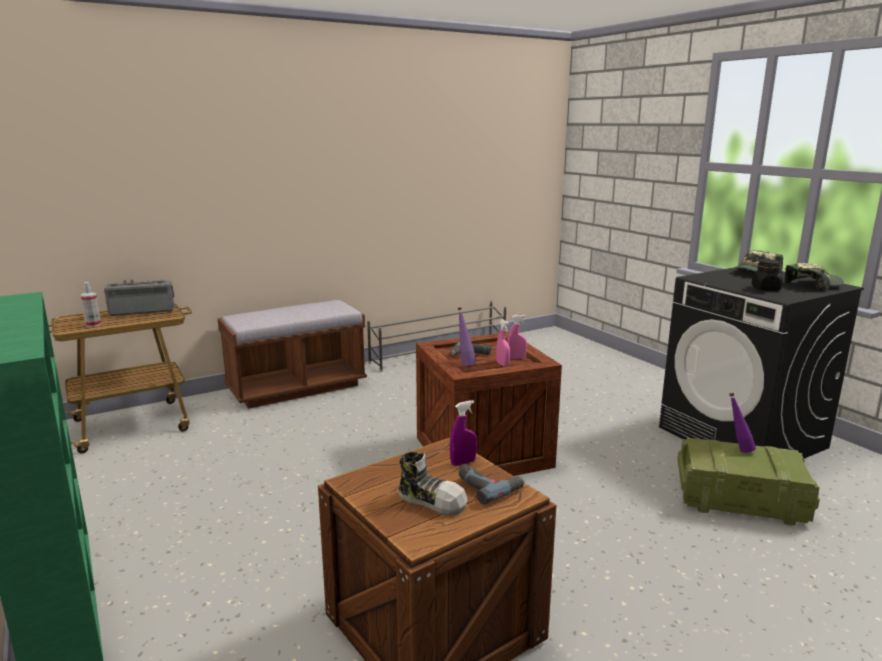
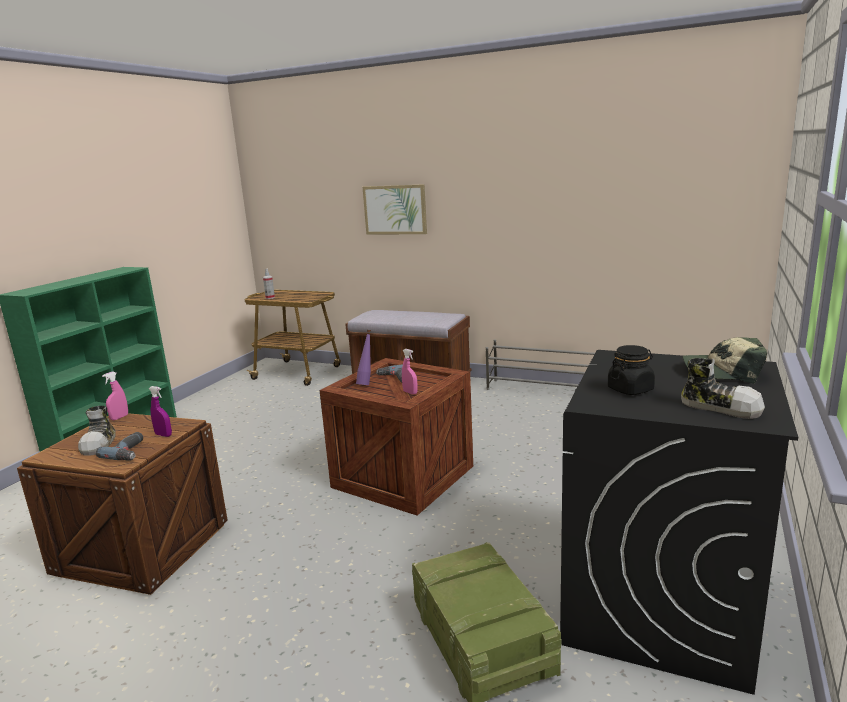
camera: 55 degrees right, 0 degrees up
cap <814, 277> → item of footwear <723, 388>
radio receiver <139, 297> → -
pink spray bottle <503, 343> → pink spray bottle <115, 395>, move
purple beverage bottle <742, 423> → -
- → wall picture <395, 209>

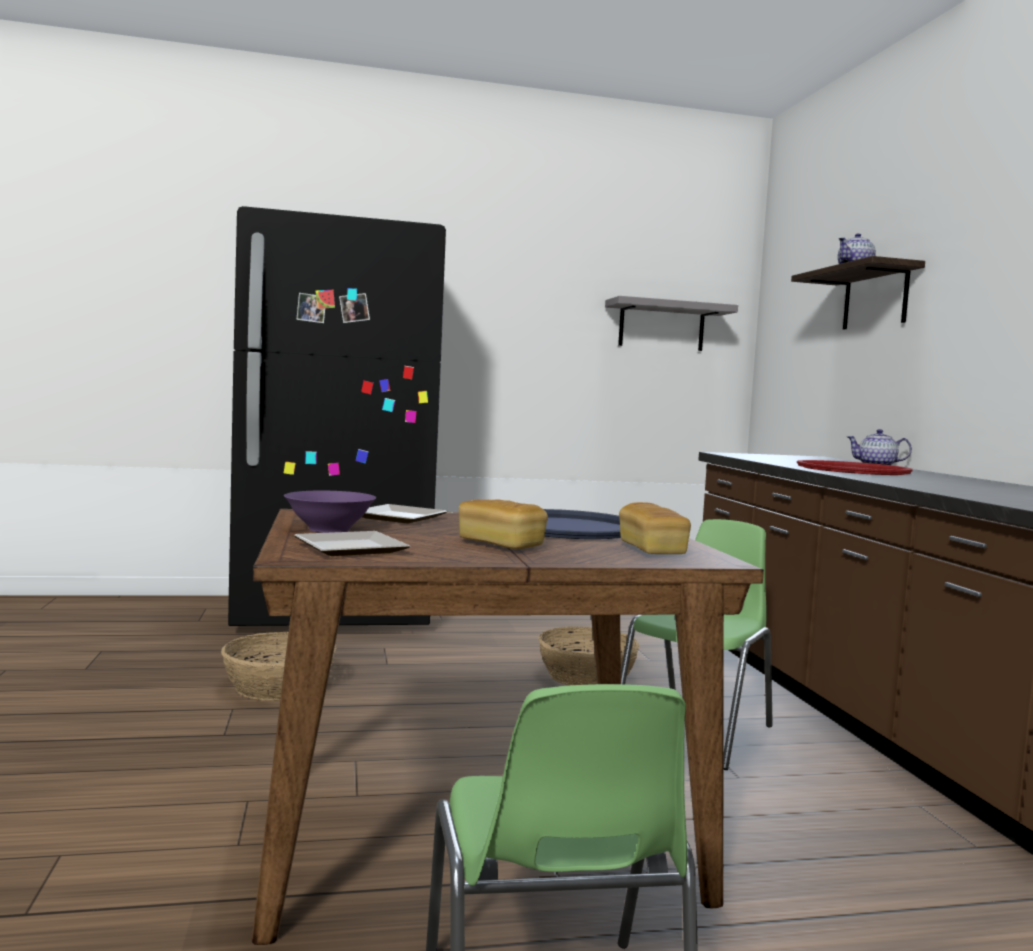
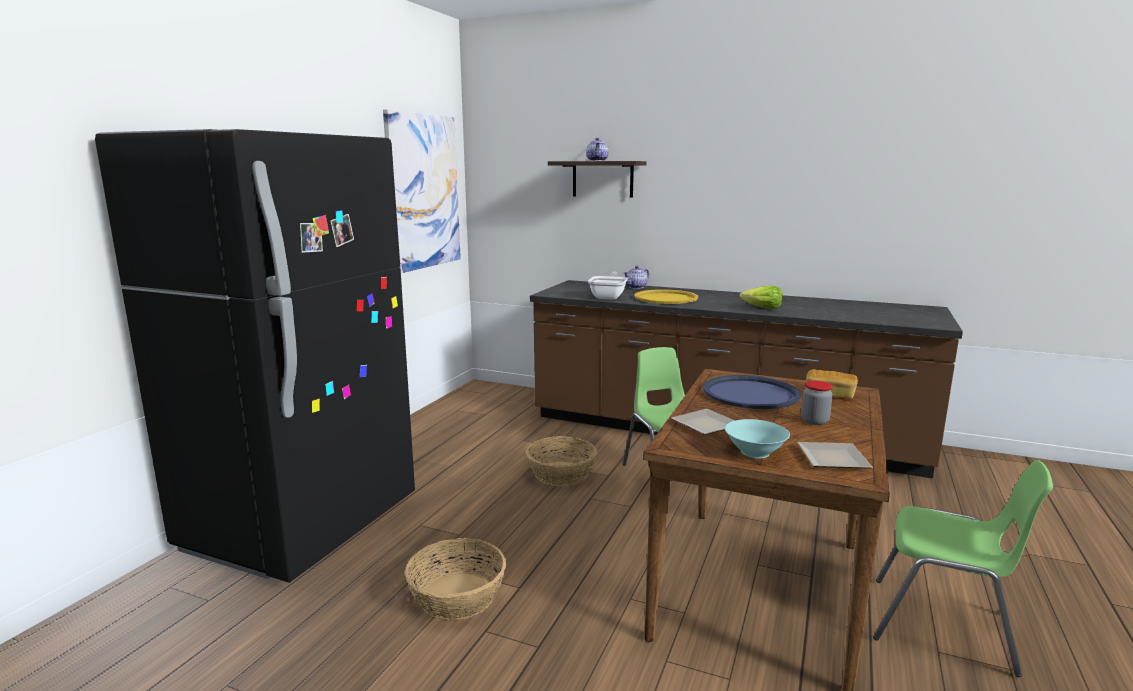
camera: 55 degrees left, 10 degrees up
gray shelf <671, 323> → wall picture <422, 191>
red-coloured tray <855, 467> → yellow-coloured tray <666, 296>
purple serving bowl <330, 512> → turquoise serving bowl <757, 438>
bakery bread <503, 524> → storage jar <817, 403>
- → frying pan <608, 286>
- → lettuce head <761, 297>

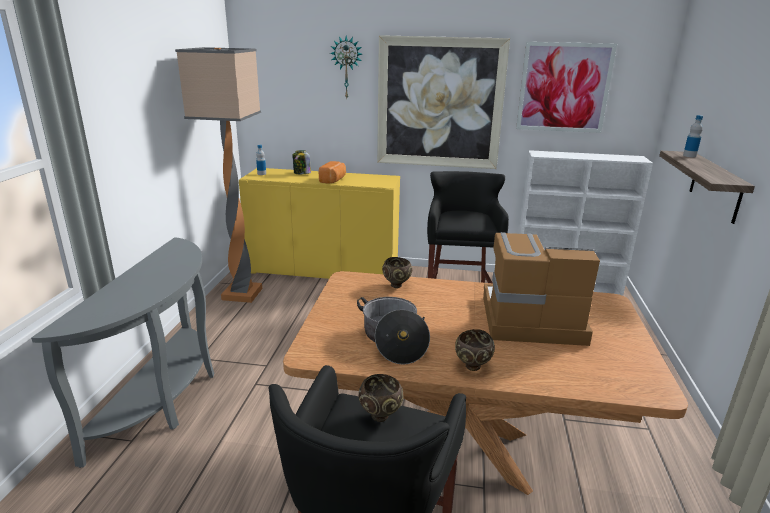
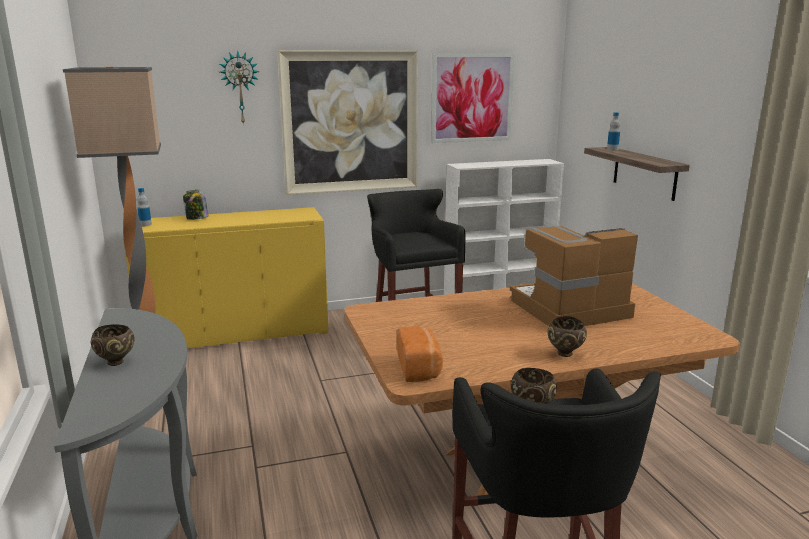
camera: 25 degrees left, 5 degrees down
bakery bread <332, 172> → bakery bread <420, 354>, move
brownish serving bowl <397, 272> → brownish serving bowl <113, 345>, move
cooking pot <393, 331> → -

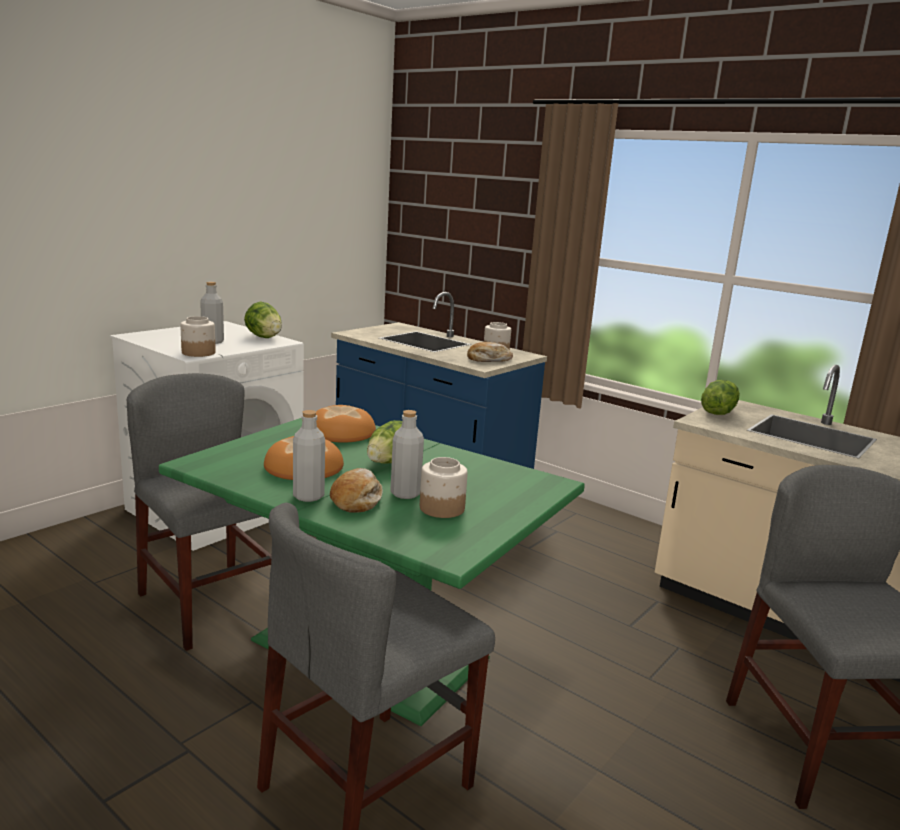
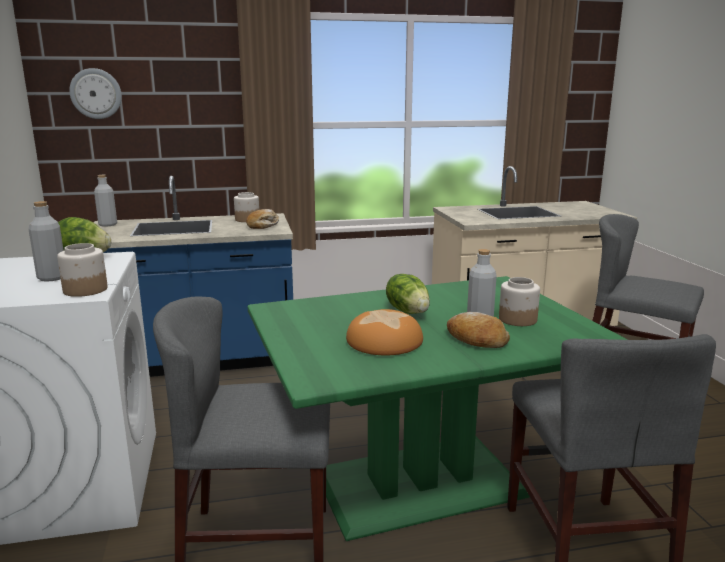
camera: 50 degrees left, 0 degrees up
lettuce head <720, 397> → -
bakery bread <346, 424> → -
gray beverage bottle <309, 456> → gray beverage bottle <105, 201>, move
- → clock on the wall <95, 93>

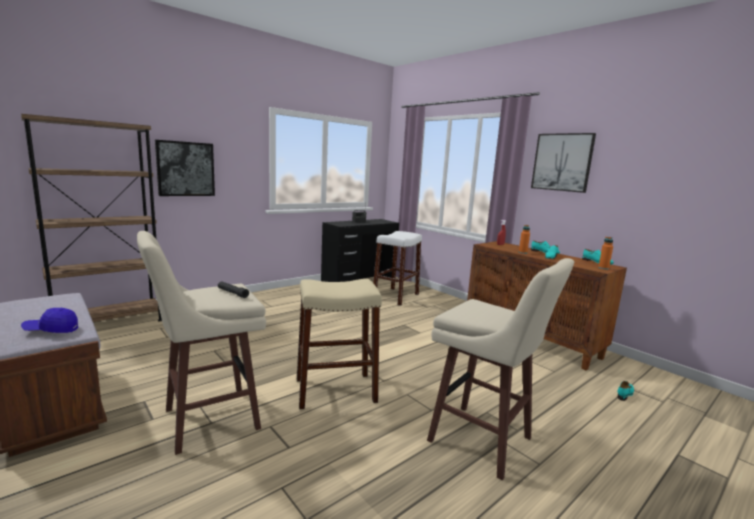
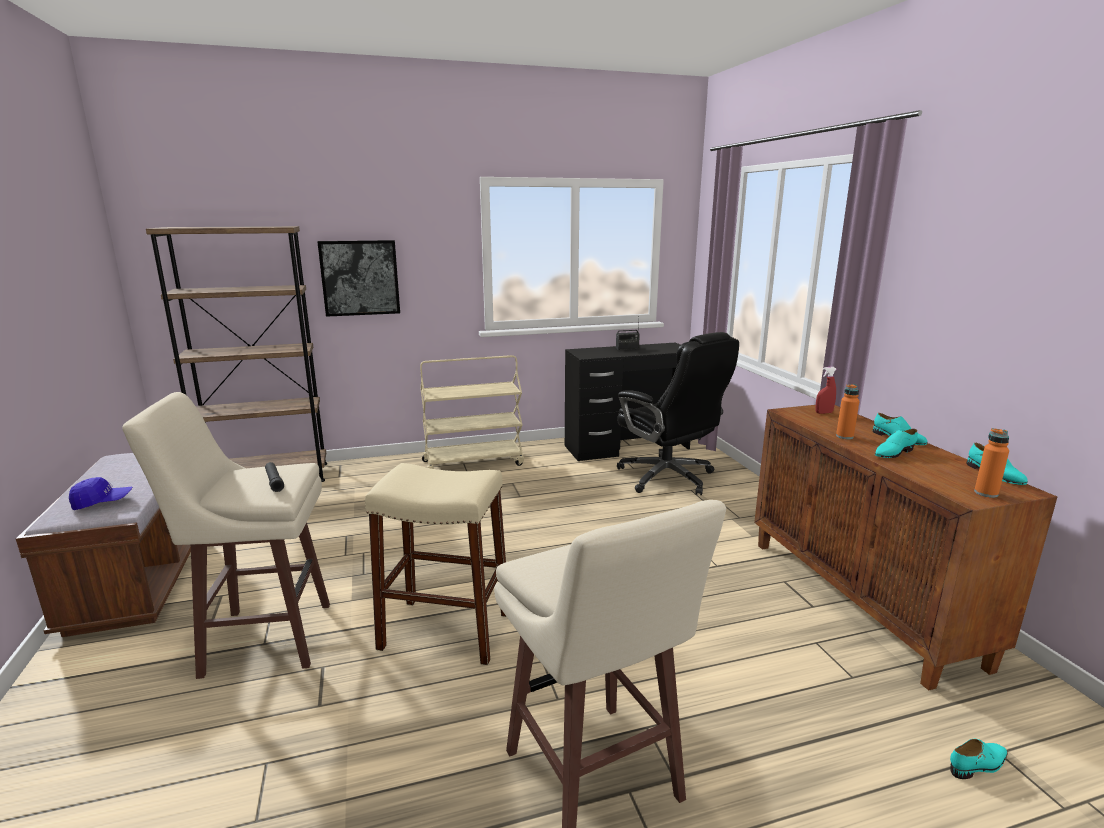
camera: 25 degrees right, 5 degrees up
wall picture <563, 163> → -
white-coloured stool <397, 268> → black computer chair <678, 413>
bluish cap <49, 320> → bluish cap <100, 493>, 150 degrees clockwise
- → sand-coloured cart <472, 412>

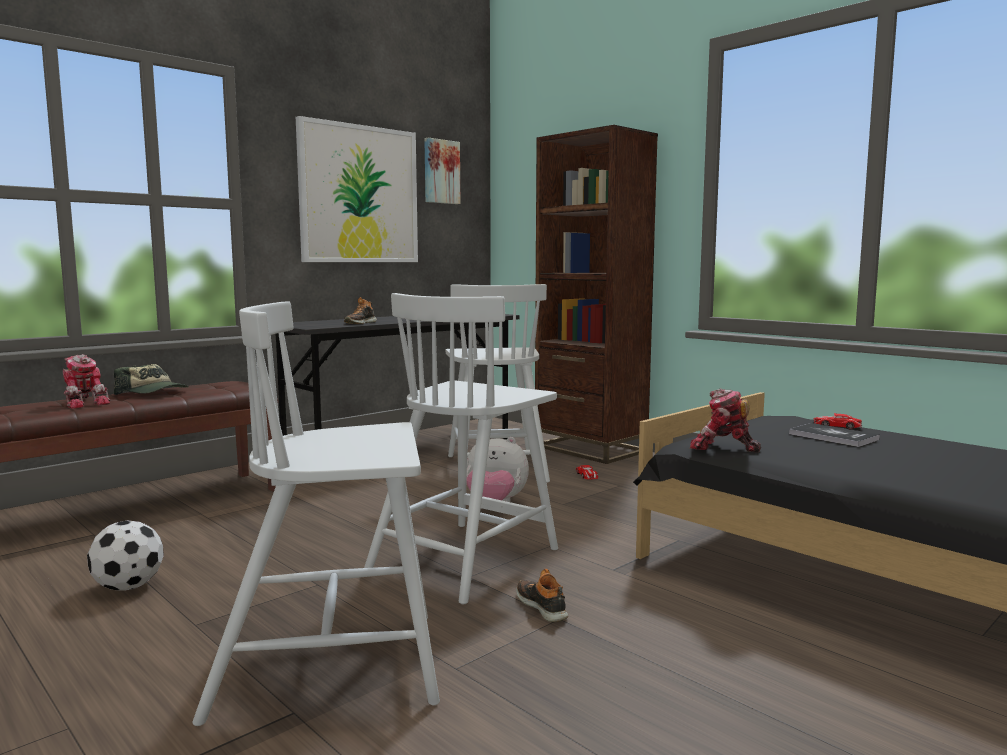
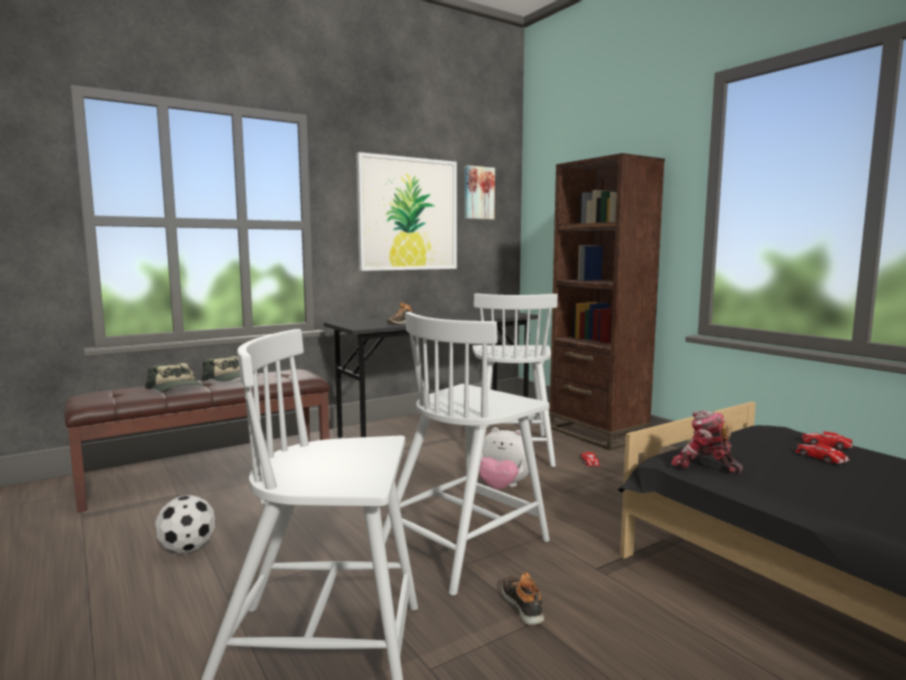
camera: 10 degrees right, 0 degrees up
model robot <87, 381> → cap <175, 377>
volume <834, 435> → miniature car <822, 454>

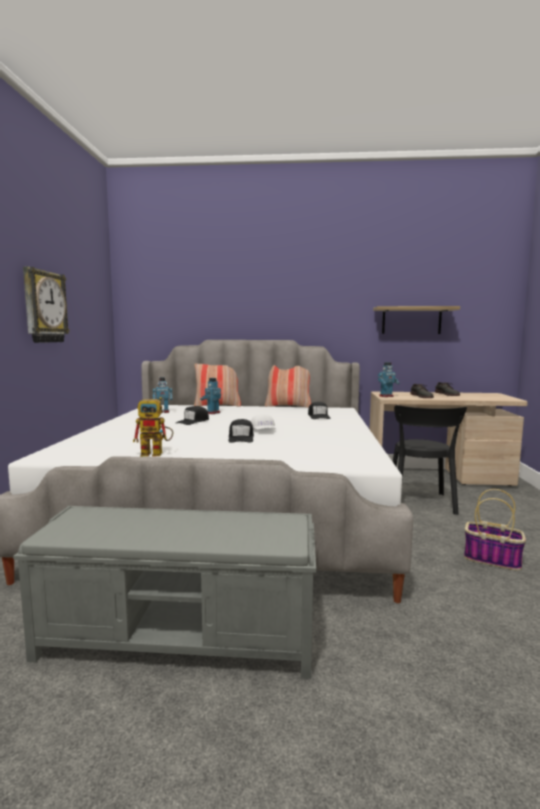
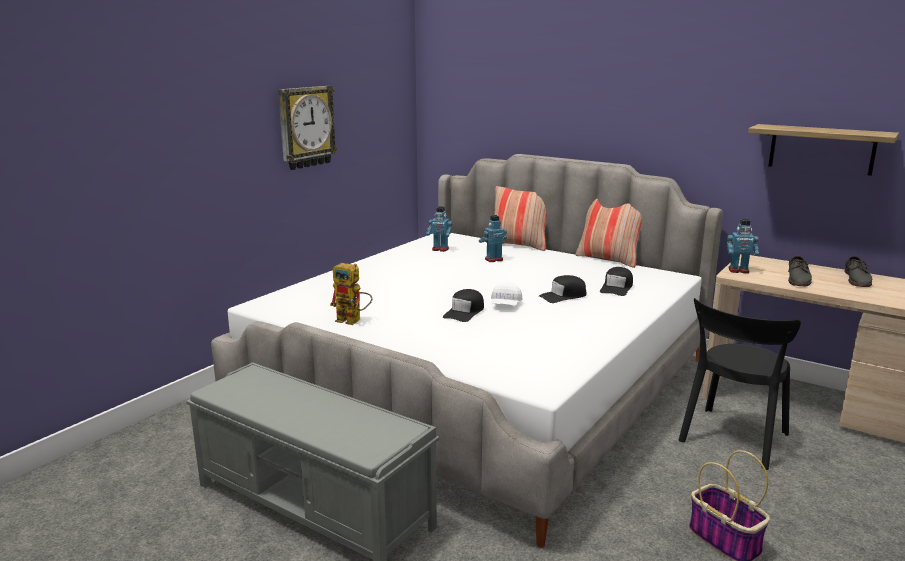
camera: 30 degrees right, 10 degrees up
black cap <192, 415> → black cap <563, 289>, move

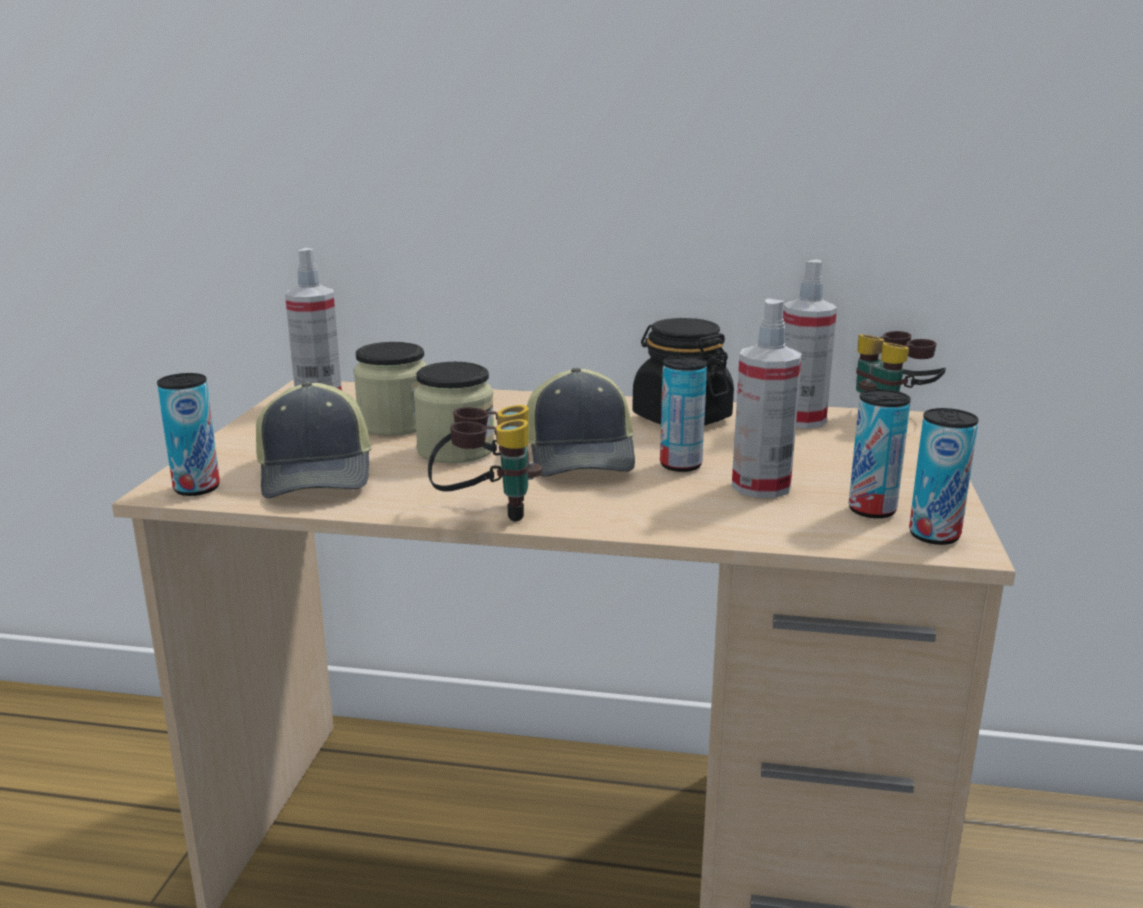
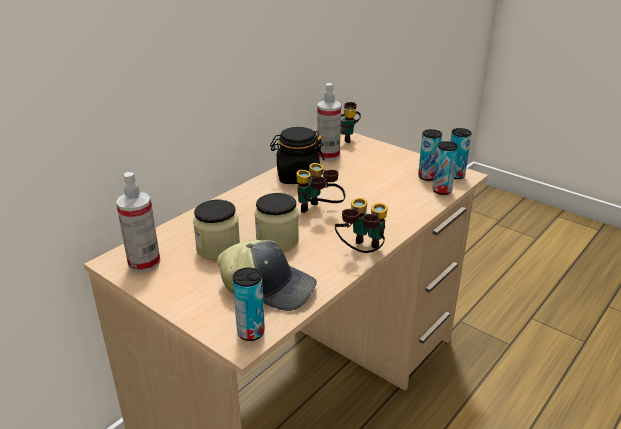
camera: 60 degrees left, 10 degrees up
spray bottle <767, 398> → -
can <683, 414> → can <445, 168>, move
cap <581, 422> → binoculars <321, 188>

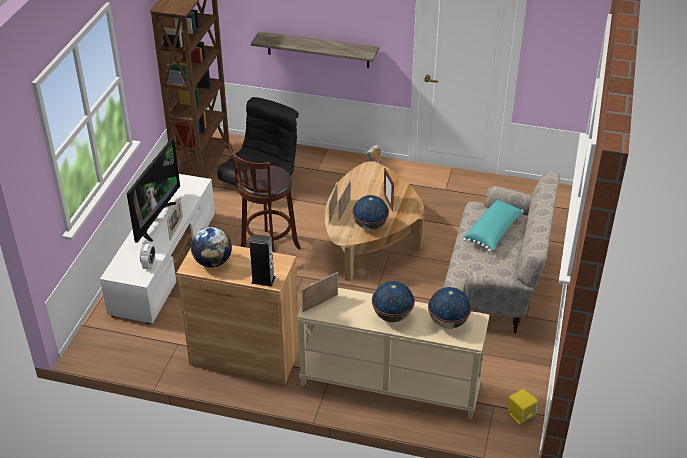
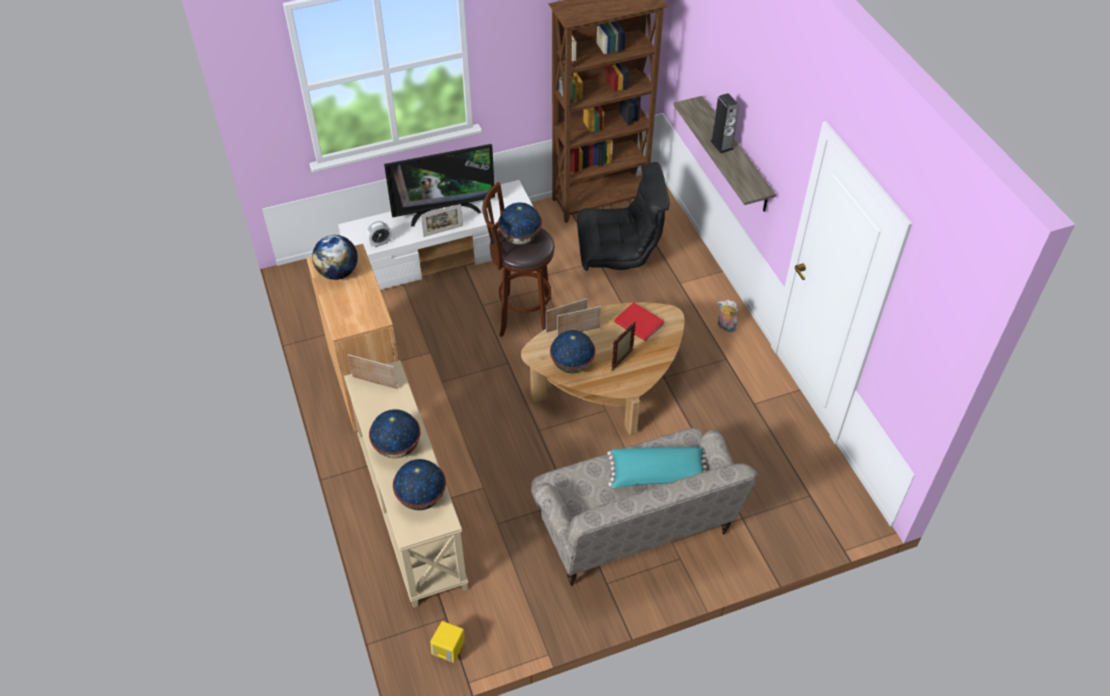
camera: 55 degrees right, 10 degrees up
speaker <262, 260> → speaker <724, 123>, move
- → desk globe <520, 223>
- → red-coloured volume <639, 321>

